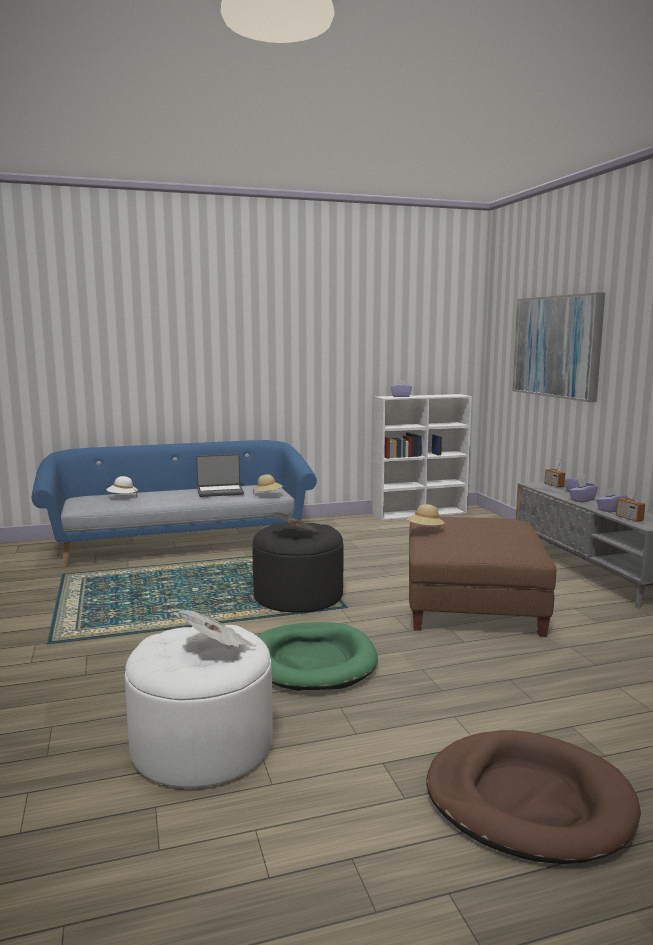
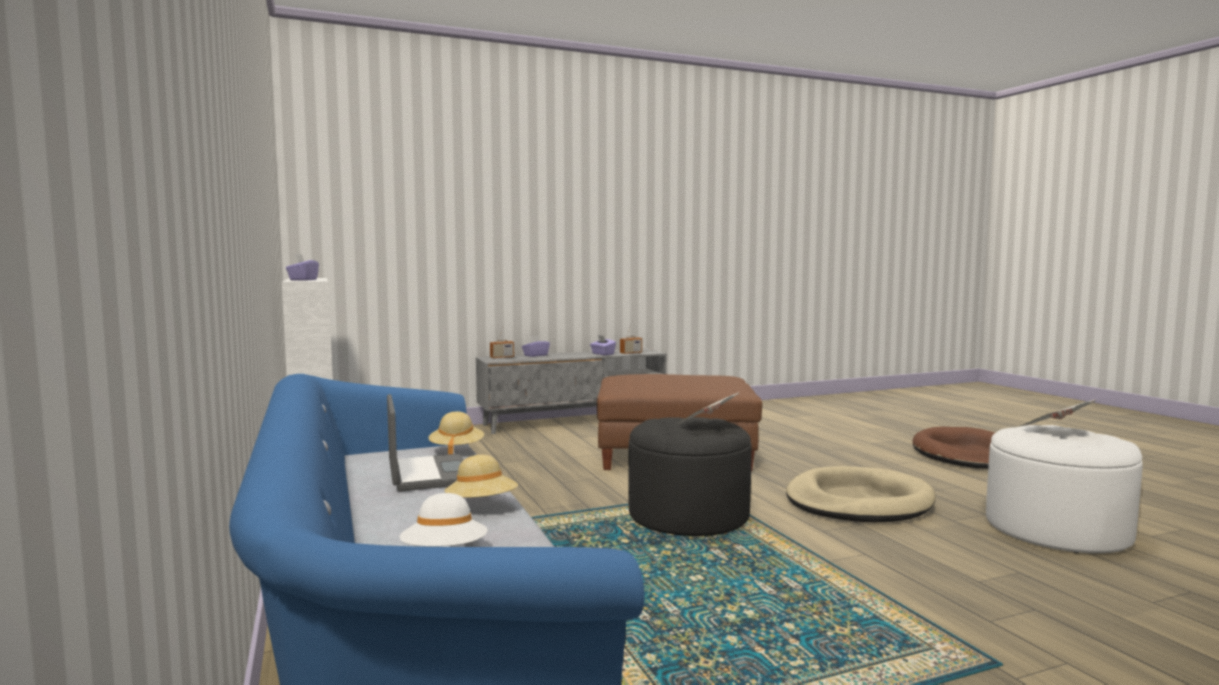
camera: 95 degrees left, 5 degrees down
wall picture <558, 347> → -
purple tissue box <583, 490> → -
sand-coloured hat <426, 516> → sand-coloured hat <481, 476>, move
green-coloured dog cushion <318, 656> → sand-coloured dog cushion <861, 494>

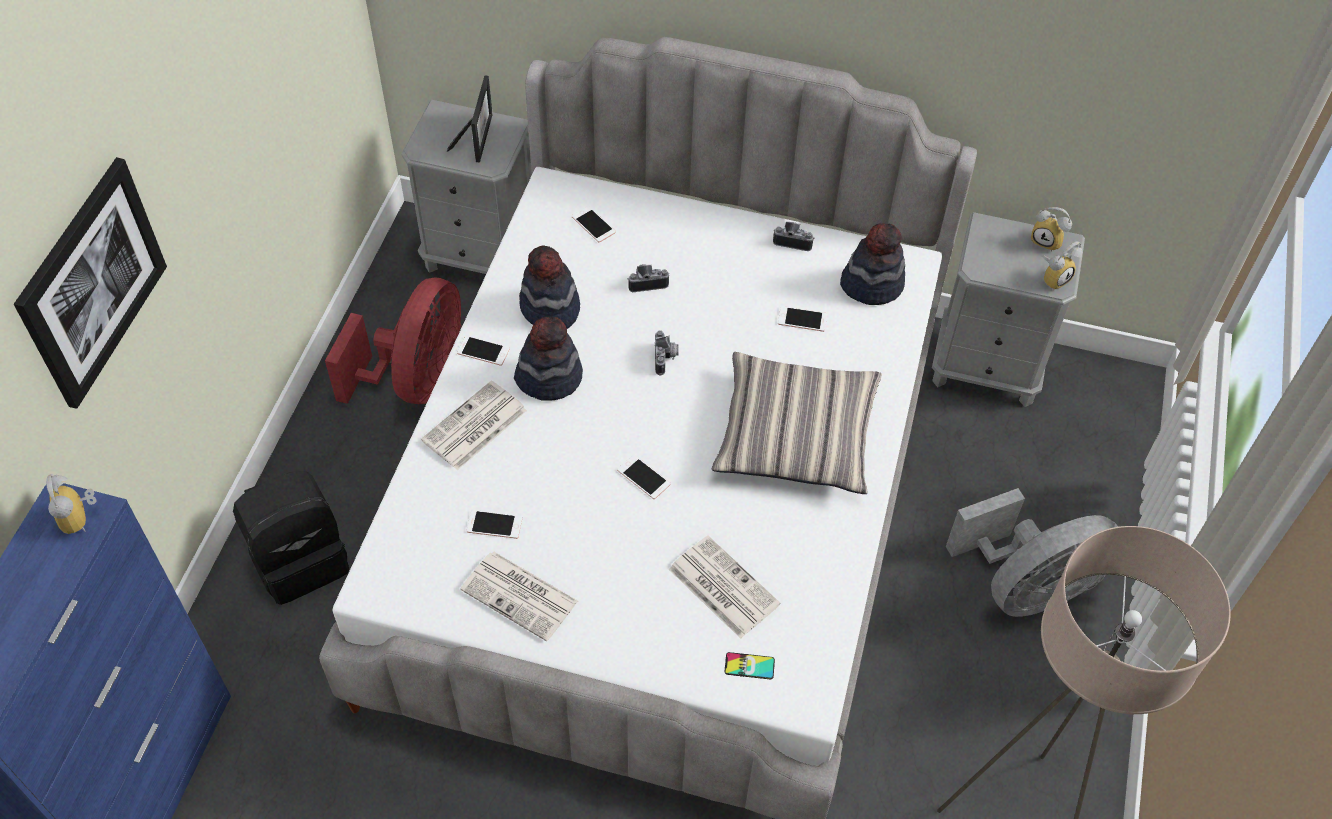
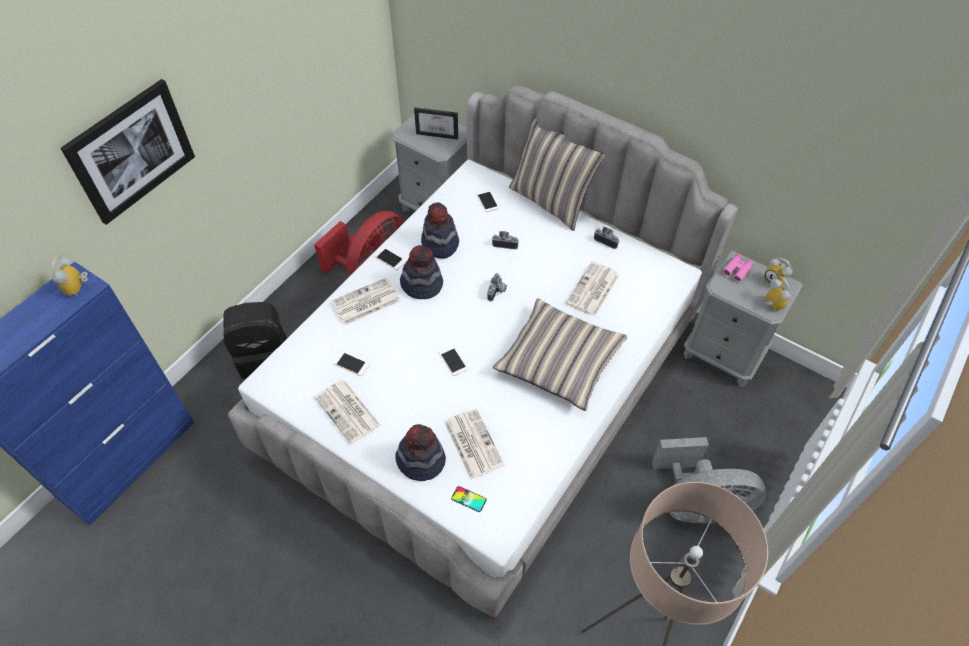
camera: 20 degrees right, 0 degrees up
photo frame <470, 118> → photo frame <436, 123>, 75 degrees clockwise
hat <872, 264> → hat <420, 452>, move
table clock <1063, 265> → table clock <778, 293>, 105 degrees counterclockwise
phone <802, 319> → newspaper <592, 289>
- → cushion <557, 175>
- → pink binoculars <738, 268>

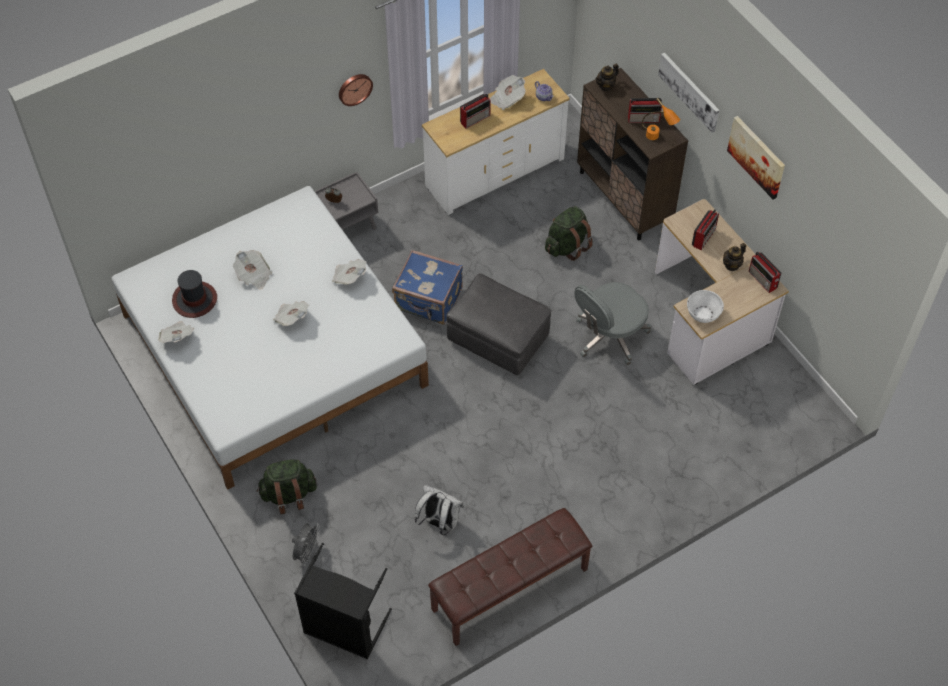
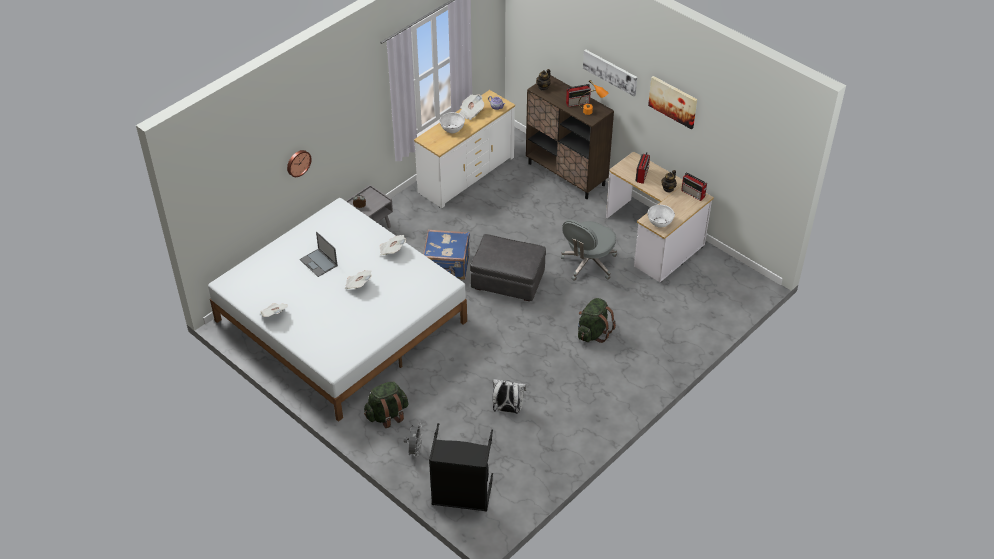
camera: 15 degrees left, 10 degrees down
clock on the wall <356, 90> → clock on the wall <299, 163>, move
radio receiver <475, 111> → white-coloured serving bowl <452, 122>
green-coloured knapsack <569, 233> → green-coloured knapsack <597, 320>, move
newspaper <252, 270> → laptop <319, 254>
hat <194, 294> → -
brownish long seat <510, 577> → -

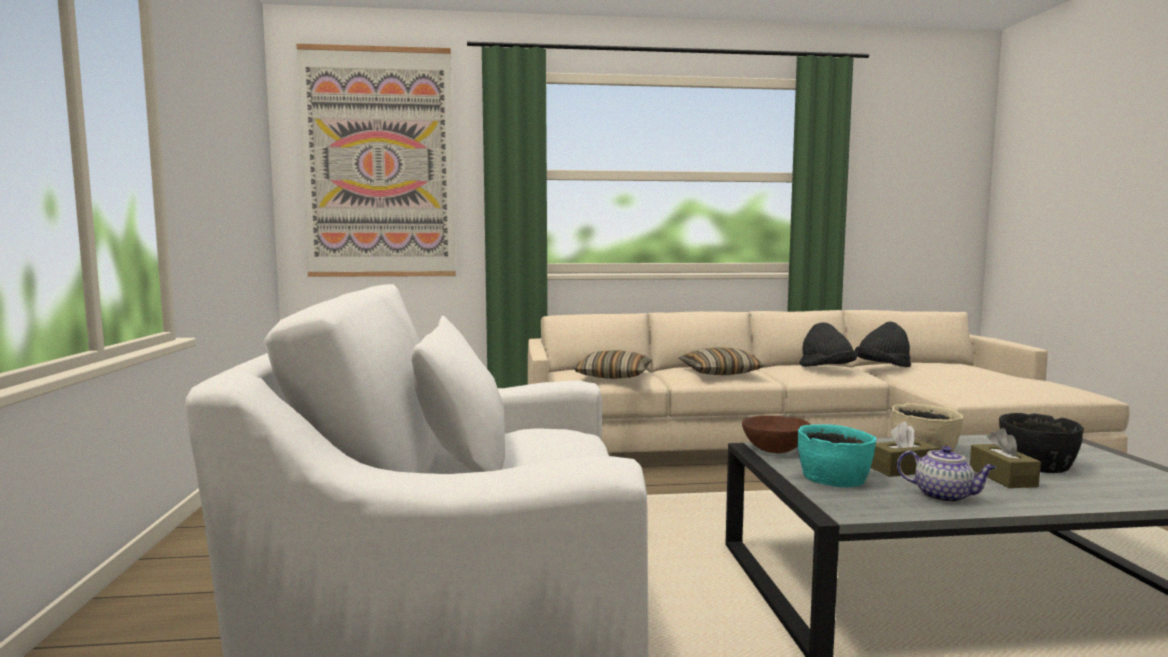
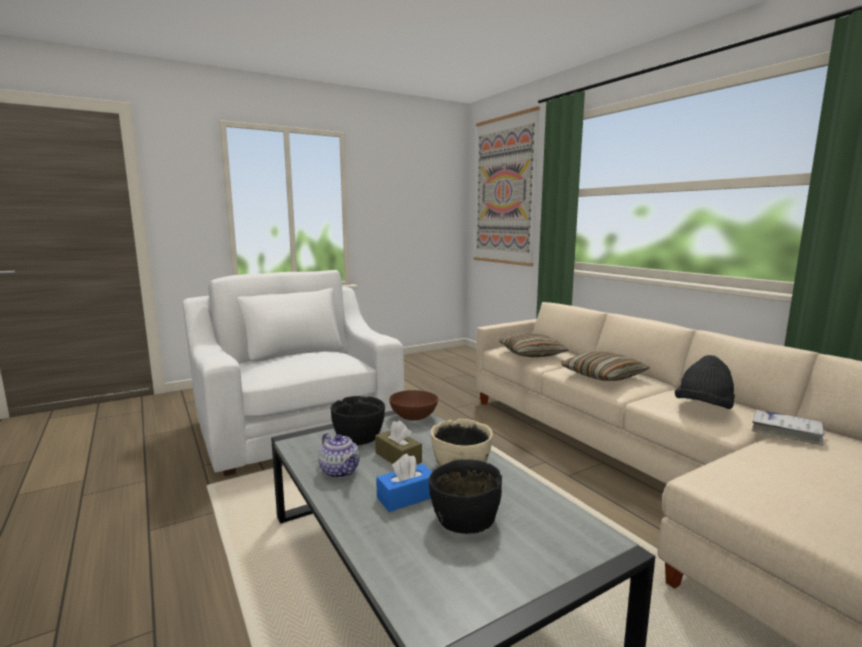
camera: 65 degrees right, 5 degrees up
black hat <883, 344> → white-coloured volume <788, 427>
turquoise serving bowl <837, 455> → black serving bowl <357, 420>
brownish tissue box <1005, 458> → bluish tissue box <404, 483>
pot for tea <947, 474> → pot for tea <339, 455>, 45 degrees counterclockwise

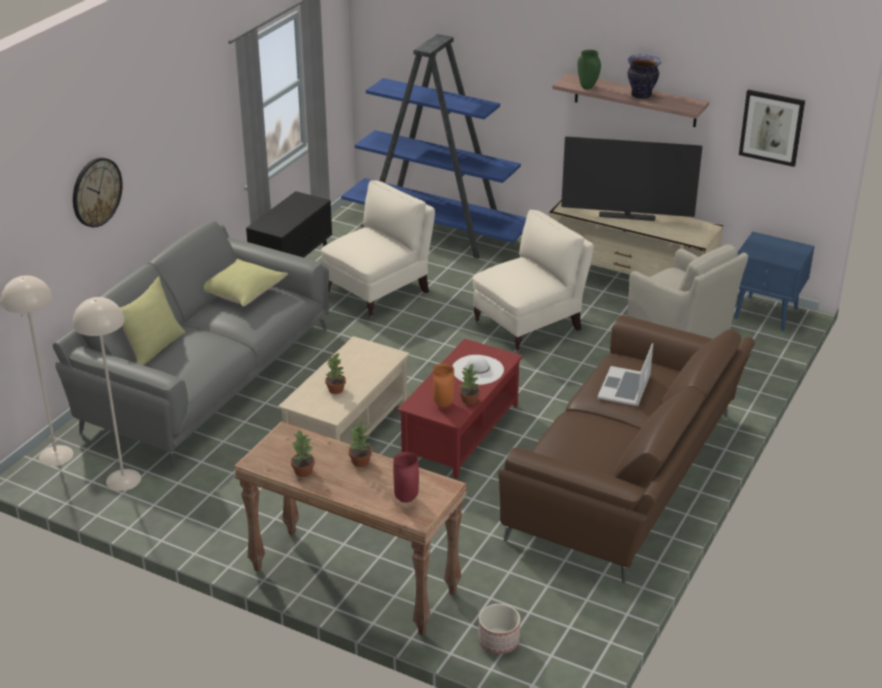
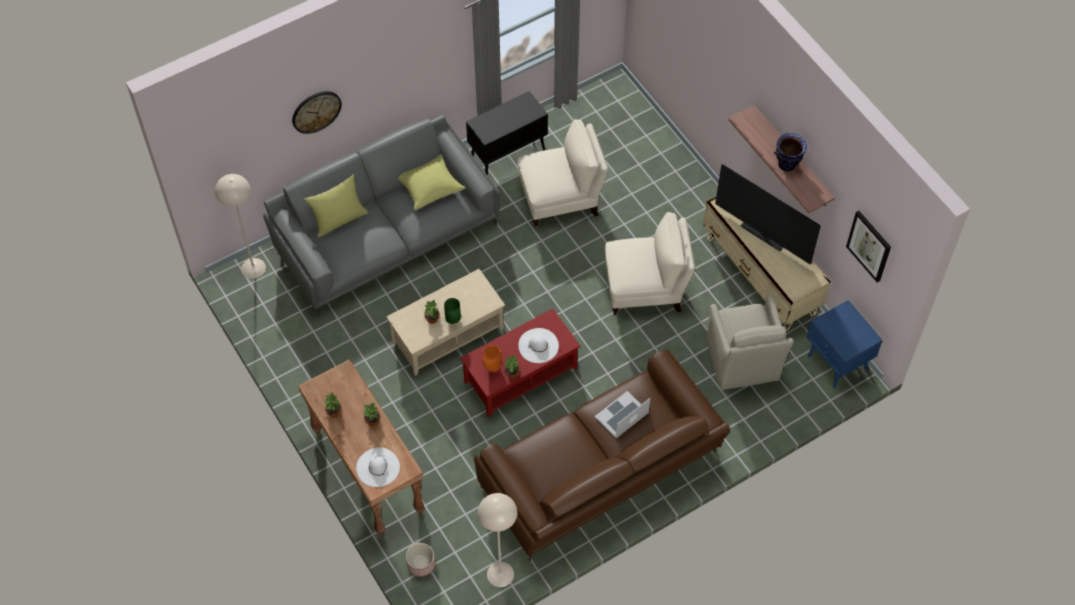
camera: 30 degrees right, 25 degrees up
bluish bookshelf <433, 146> → -
green-coloured vase <589, 70> → green-coloured vase <452, 311>, move
sand-coloured floor lamp <107, 394> → sand-coloured floor lamp <497, 540>, move
red-coloured vase <406, 477> → white-coloured hat <378, 467>

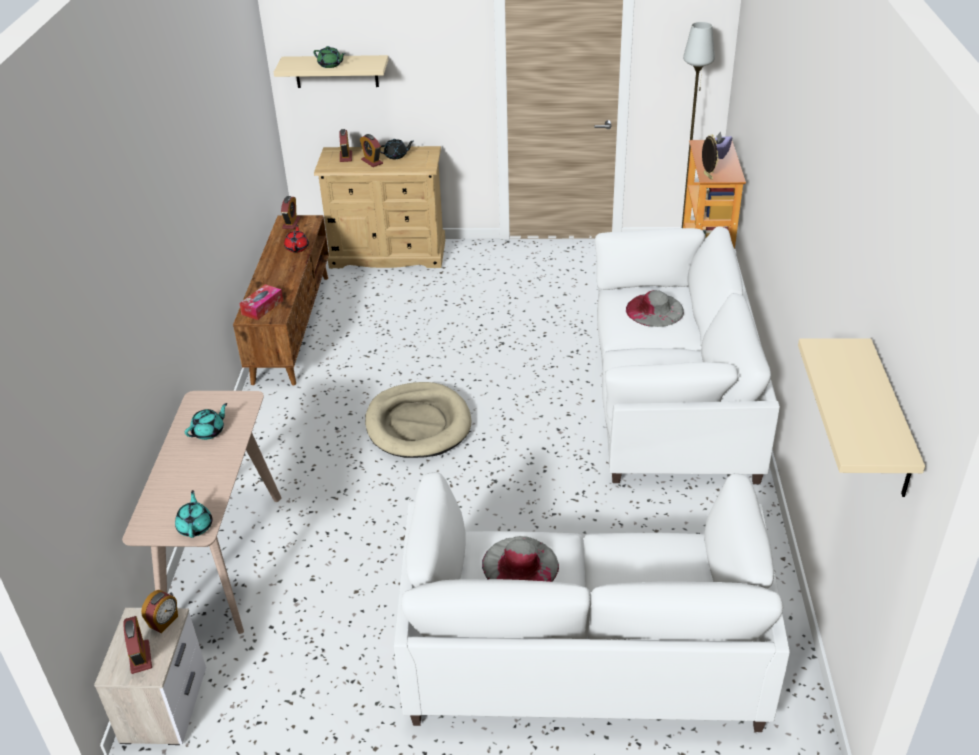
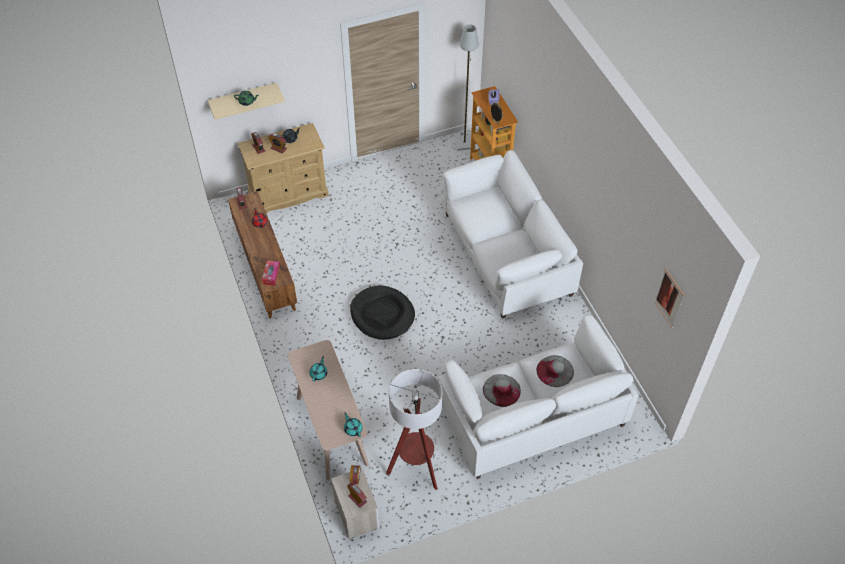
camera: 25 degrees left, 15 degrees up
gray hat <655, 308> → gray hat <555, 371>, move
sand-coloured shelf <861, 417> → wall picture <669, 298>
sand-coloured dog cushion <418, 420> → black dog cushion <382, 313>
- → floor lamp <414, 429>

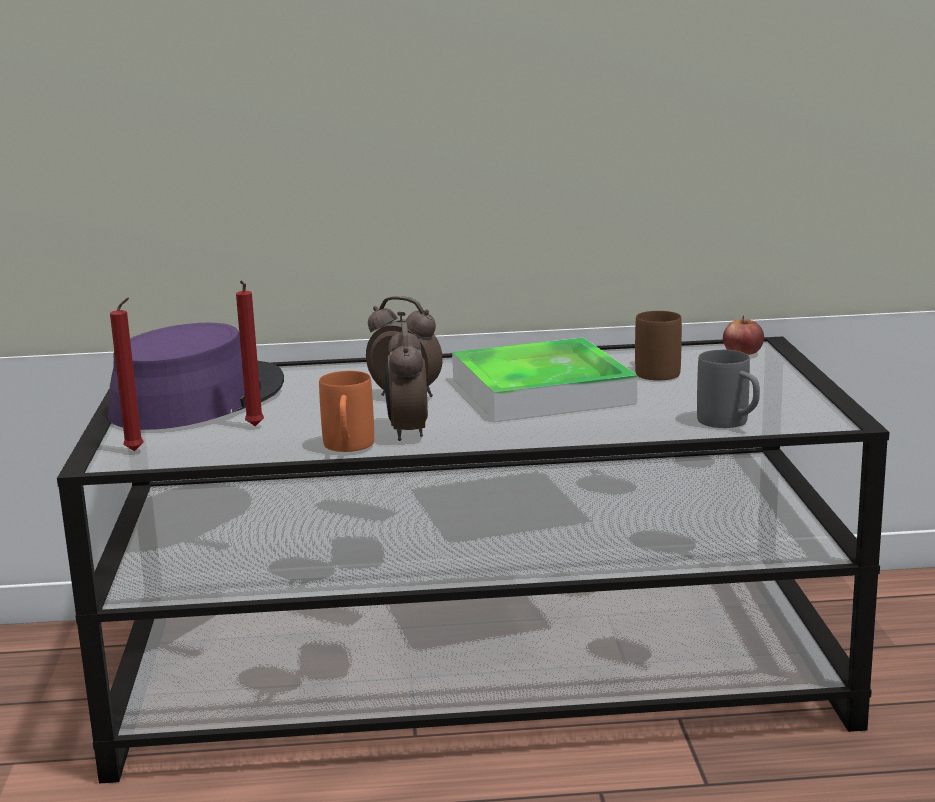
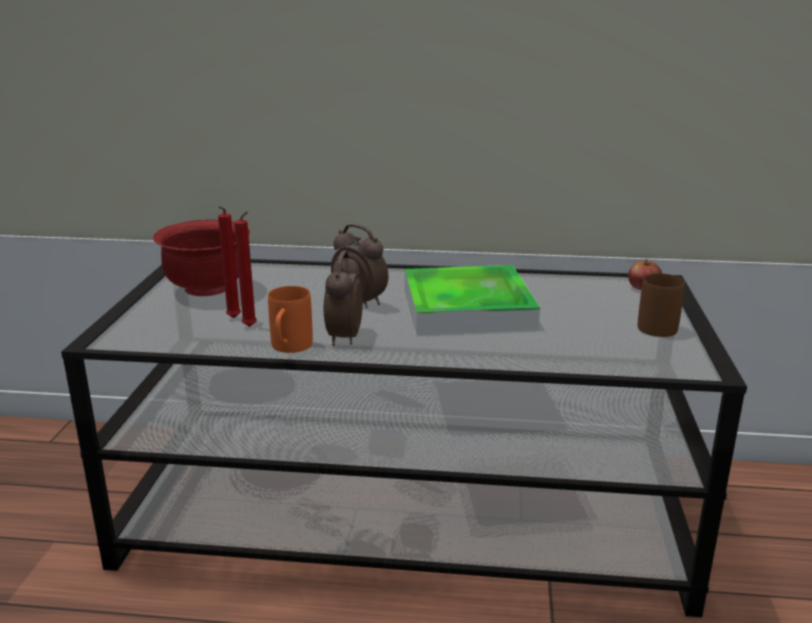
camera: 10 degrees right, 5 degrees up
red-coloured candle <127, 374> → red-coloured candle <245, 269>, move
brownish tea mug <658, 345> → brownish tea mug <661, 305>, move
purple hat <196, 376> → red-coloured serving bowl <201, 258>
gray tea mug <728, 389> → -

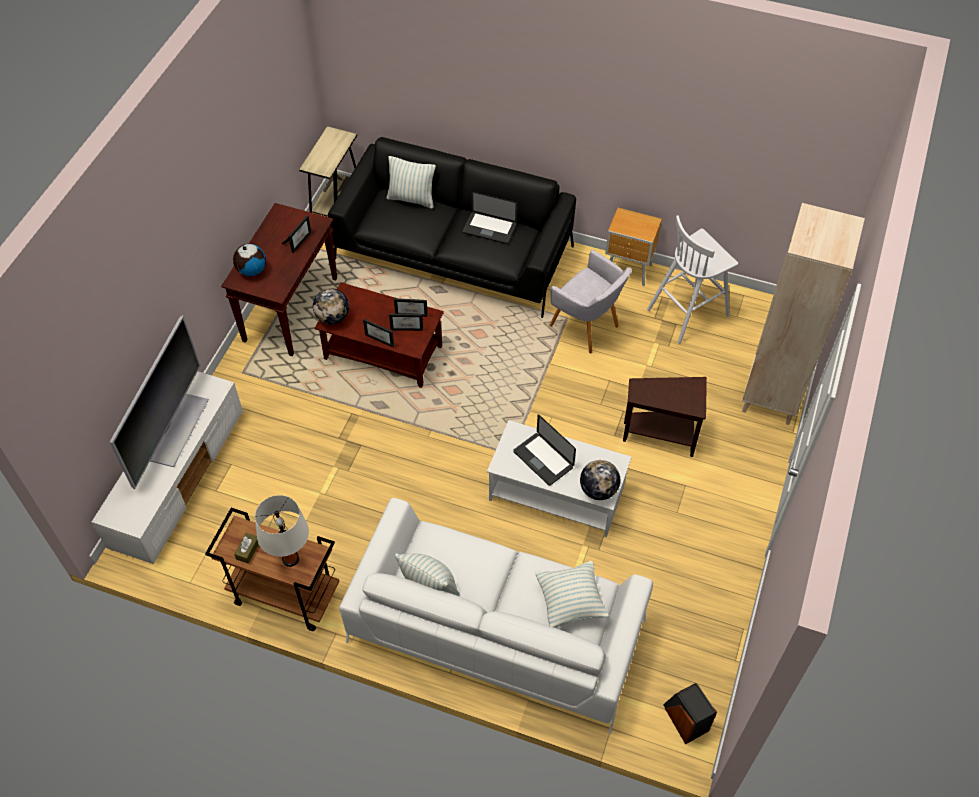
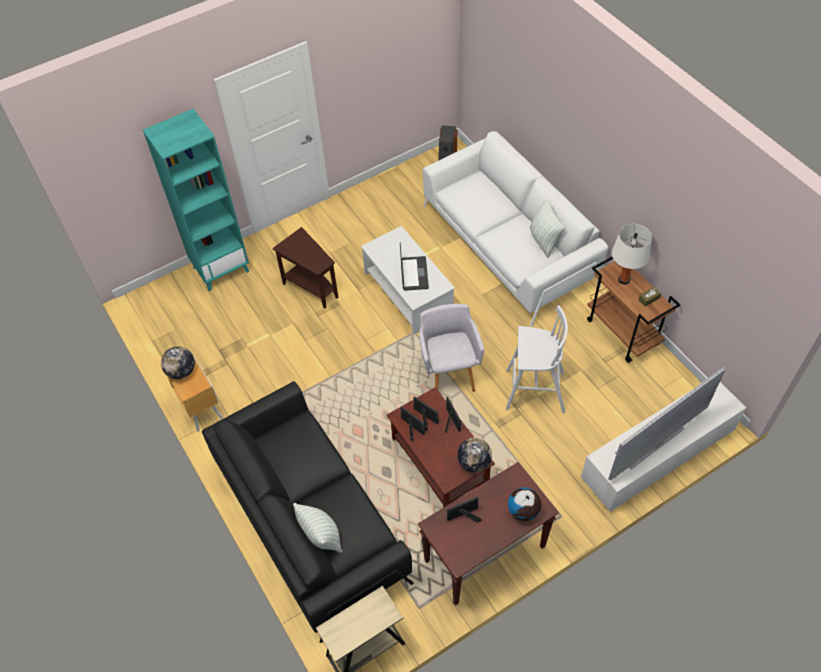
camera: 140 degrees left, 0 degrees up
laptop <490, 217> → -
sand-coloured bookshelf <803, 314> → turquoise bookshelf <196, 200>
white-coloured stool <692, 279> → white-coloured stool <537, 359>, move
gray lounge chair <590, 301> → gray lounge chair <451, 348>, move
desk globe <600, 480> → desk globe <178, 362>, move
cushion <572, 594> → -

